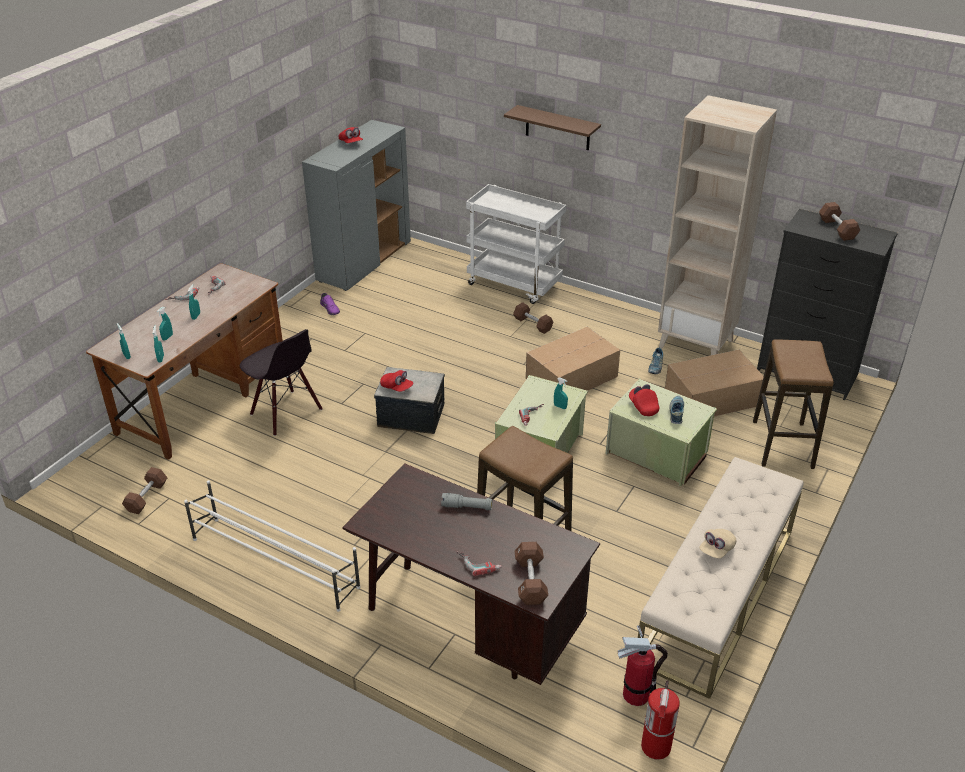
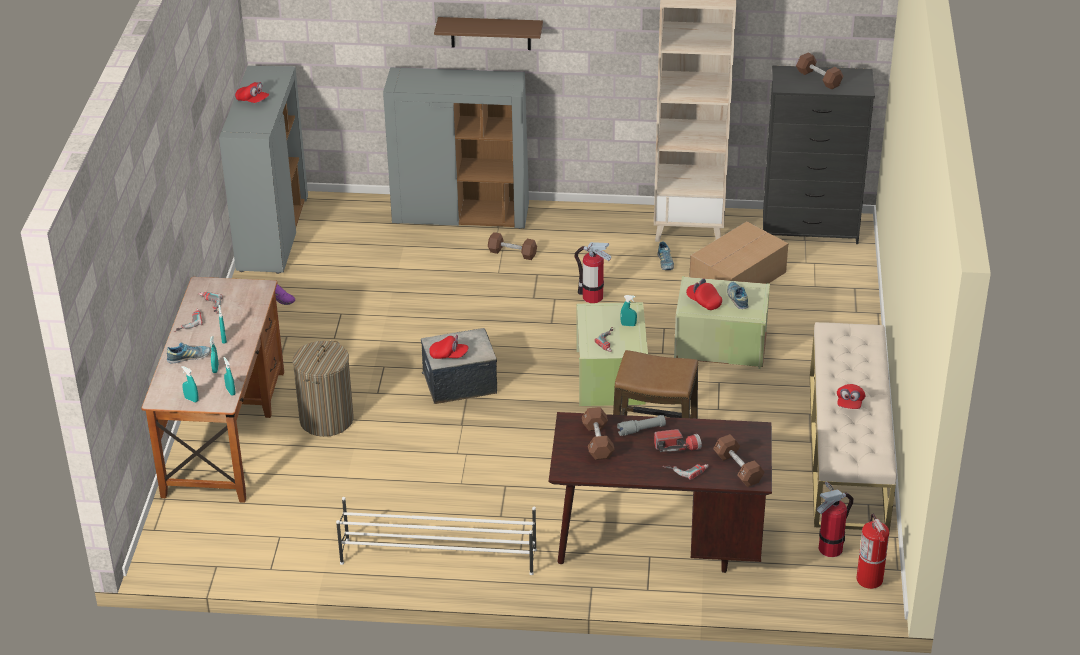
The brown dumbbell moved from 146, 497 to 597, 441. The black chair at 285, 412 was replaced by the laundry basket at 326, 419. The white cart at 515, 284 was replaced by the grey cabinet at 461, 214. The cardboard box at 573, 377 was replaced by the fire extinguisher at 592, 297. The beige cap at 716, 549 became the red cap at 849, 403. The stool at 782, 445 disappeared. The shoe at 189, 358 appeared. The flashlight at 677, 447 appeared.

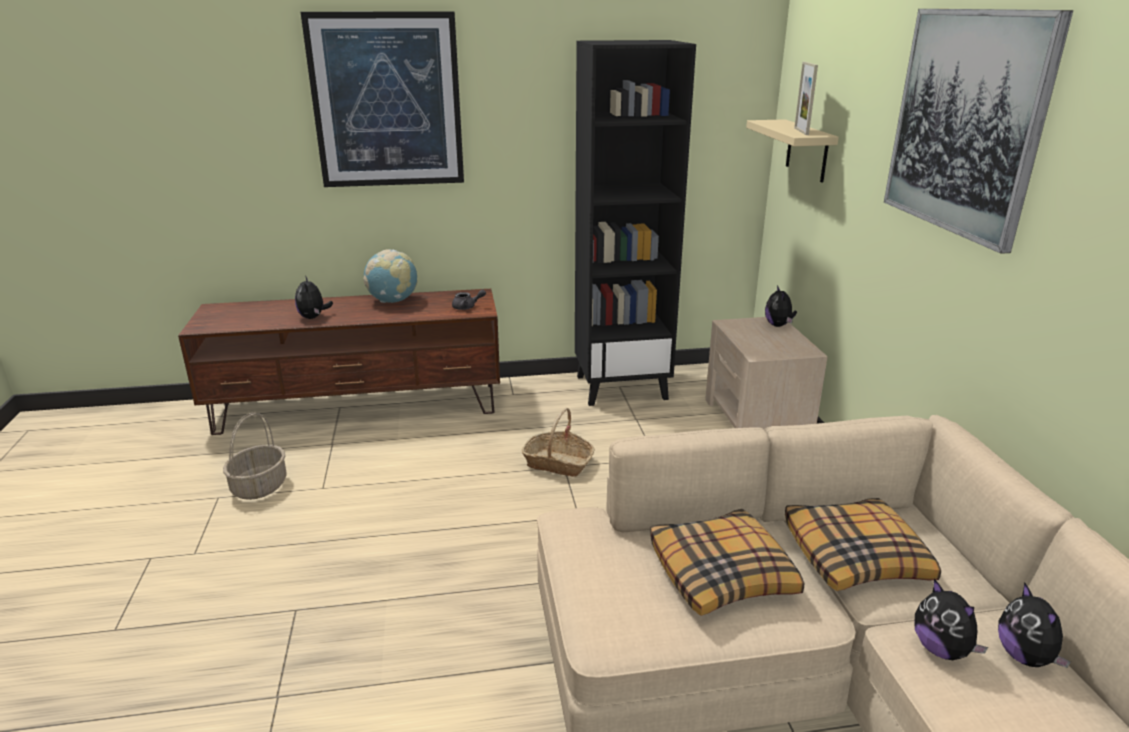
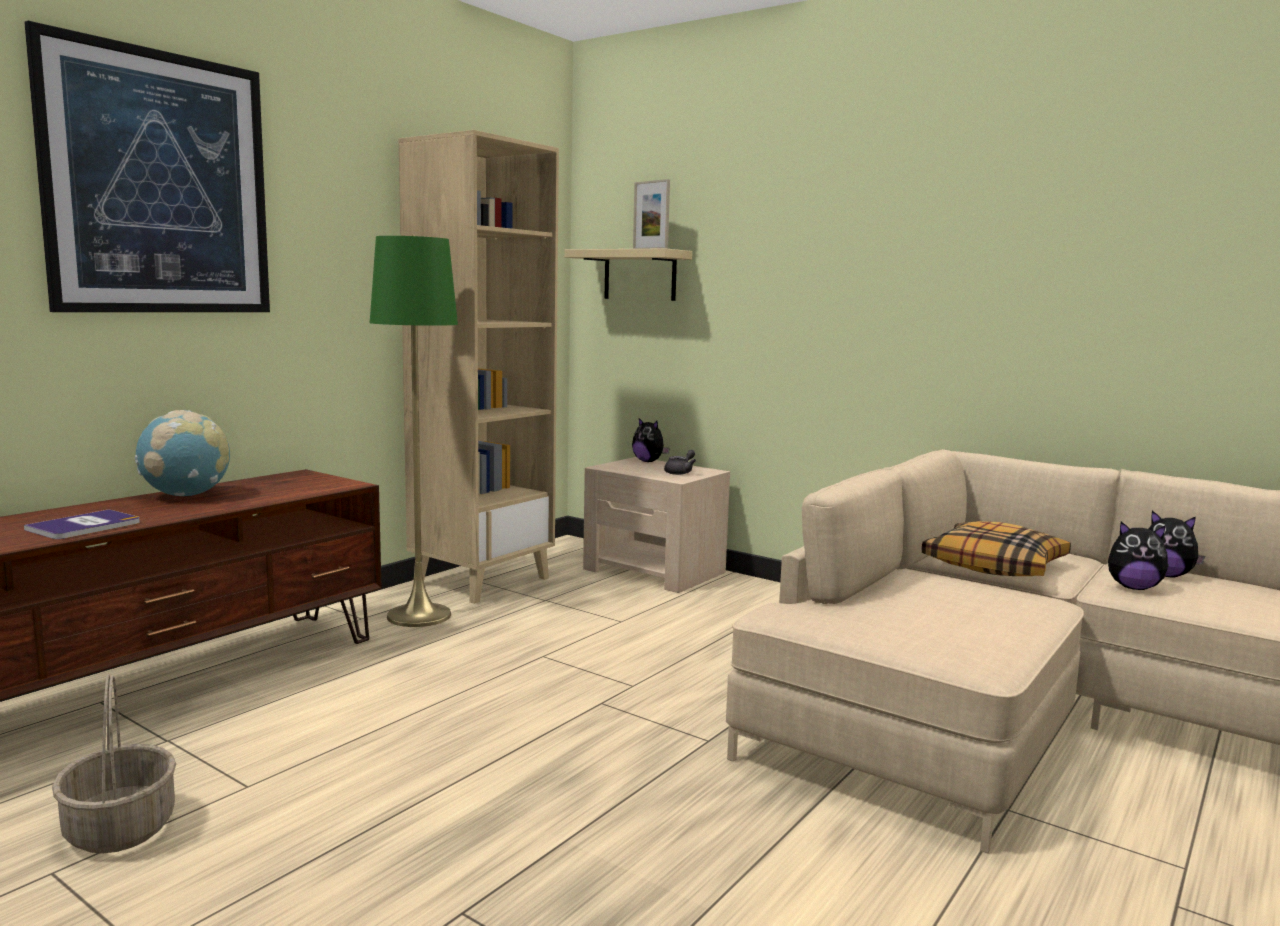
The plush toy at 313, 317 was replaced by the book at 84, 526. The grey teapot moved from 467, 307 to 680, 472. The basket at 558, 463 disappeared. The black bookcase at 622, 387 became the beige bookcase at 482, 581. The pillow at 722, 573 disappeared. The picture at 966, 123 disappeared. The green floor lamp at 419, 615 appeared.

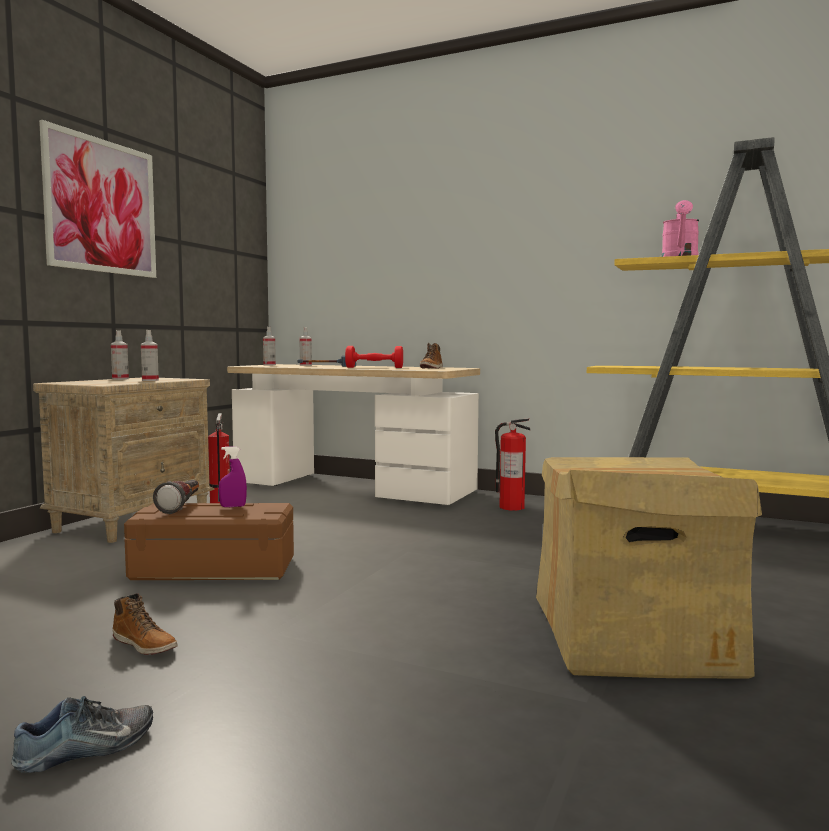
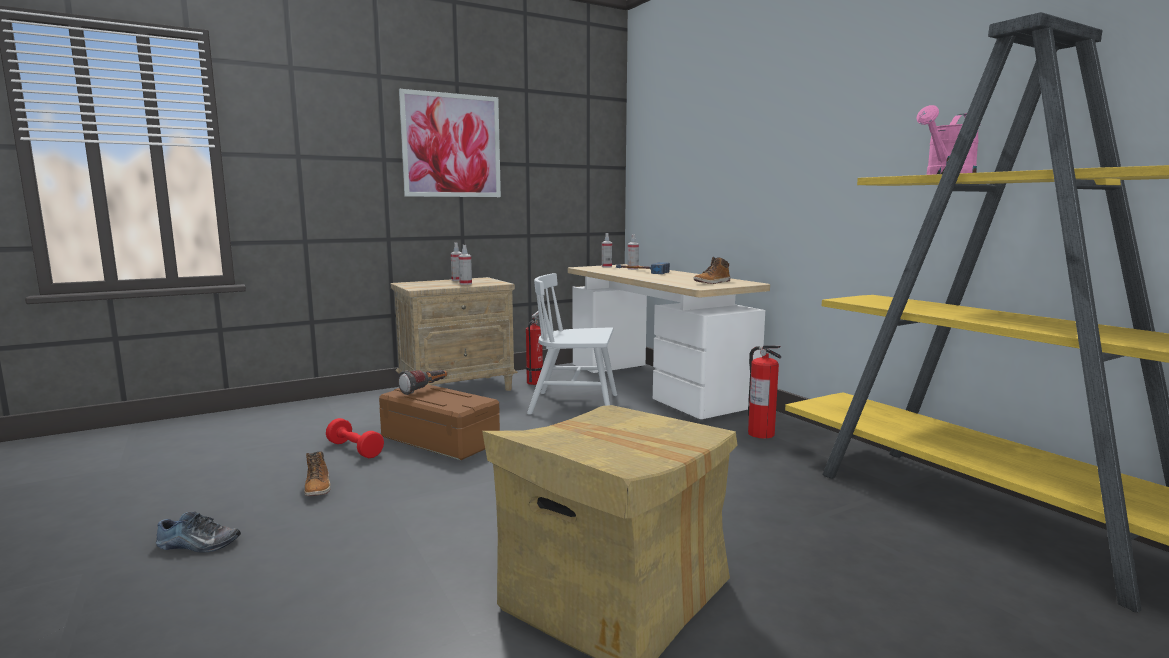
The purple spray bottle at 233, 506 disappeared. The red dumbbell moved from 374, 367 to 355, 449. The white chair at 574, 404 appeared.

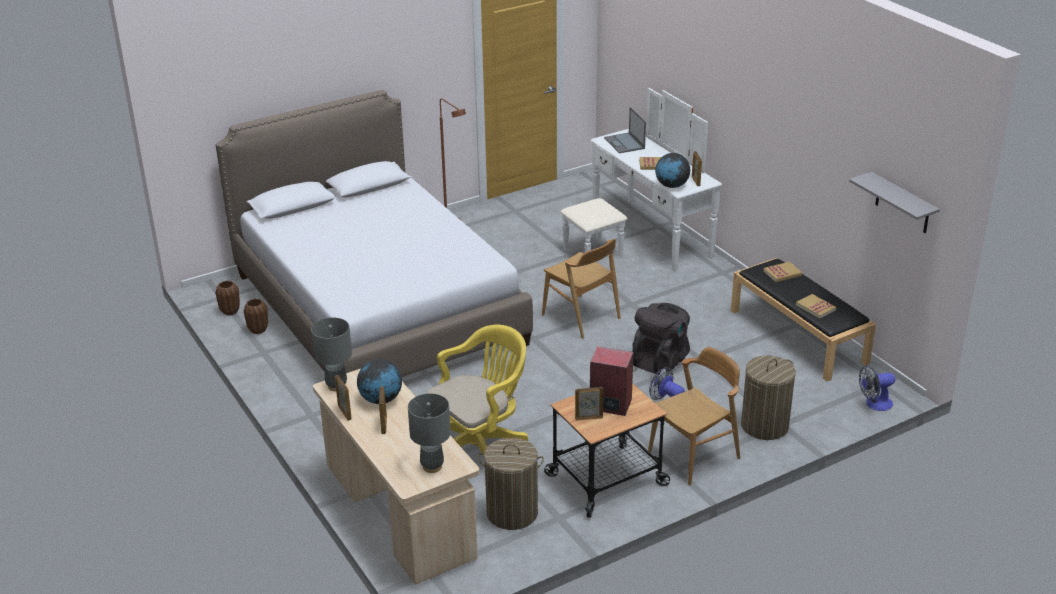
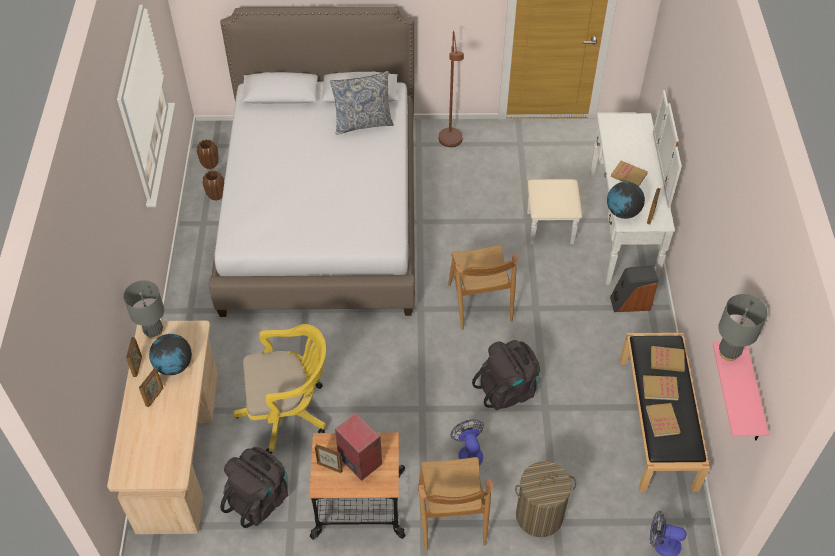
The grey table lamp moved from 432, 466 to 728, 353. The laundry basket at 512, 513 was replaced by the black backpack at 260, 498. The laptop at 624, 143 disappeared. The brown chair at 694, 456 turned 90 degrees clockwise. The grey shelf at 902, 204 became the pink shelf at 753, 396. The pillow at 363, 123 appeared. The speaker at 630, 303 appeared. The book at 660, 388 appeared.

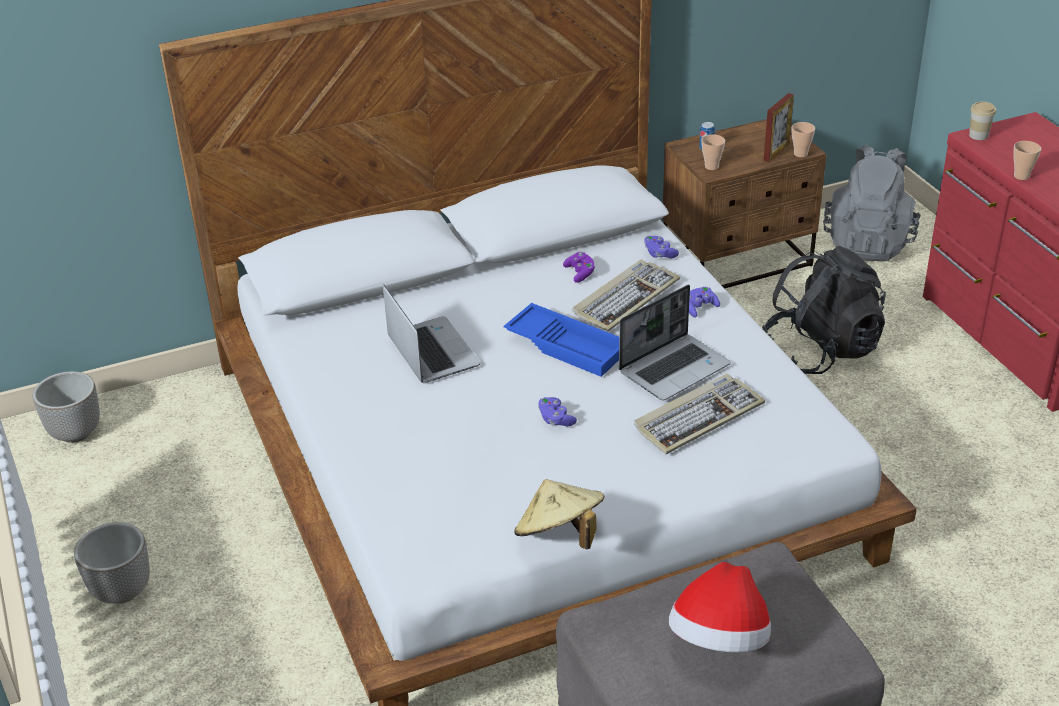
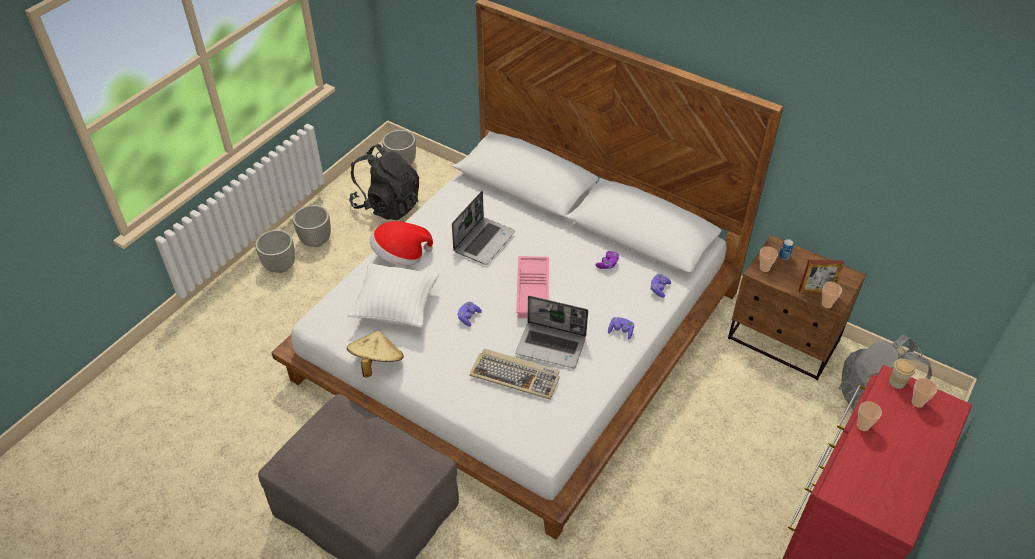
The blue tray at 568, 345 became the pink tray at 534, 291. The keyboard at 625, 298 disappeared. The hat moved from 720, 640 to 400, 256. The black backpack moved from 821, 350 to 387, 205. The planter at 280, 266 appeared. The white pillow at 396, 308 appeared. The cup at 917, 402 appeared.

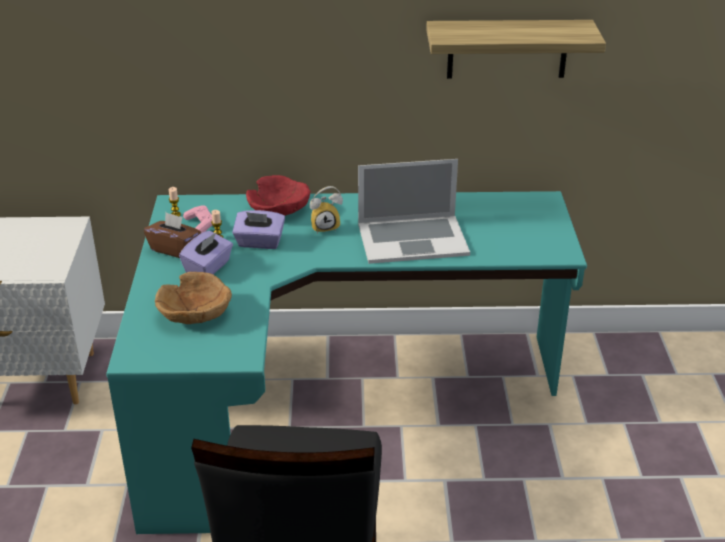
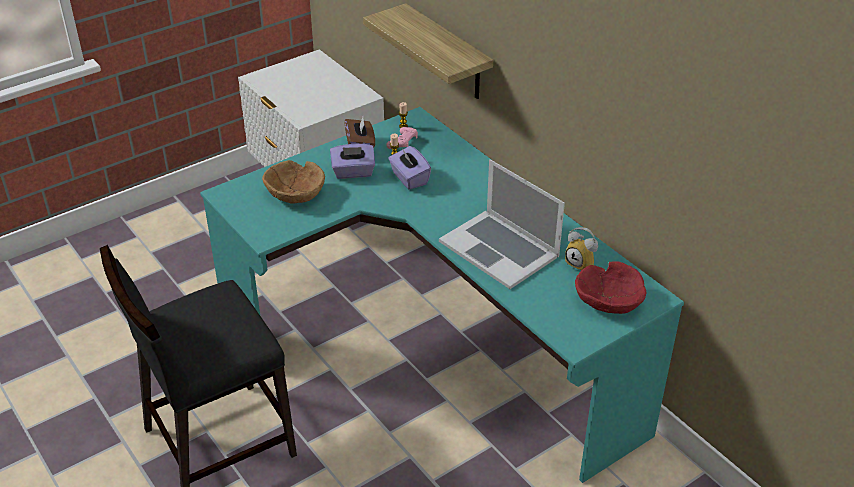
The red bowl moved from 279, 209 to 609, 301. The alarm clock moved from 325, 227 to 582, 264. The shelf moved from 507, 49 to 447, 53.

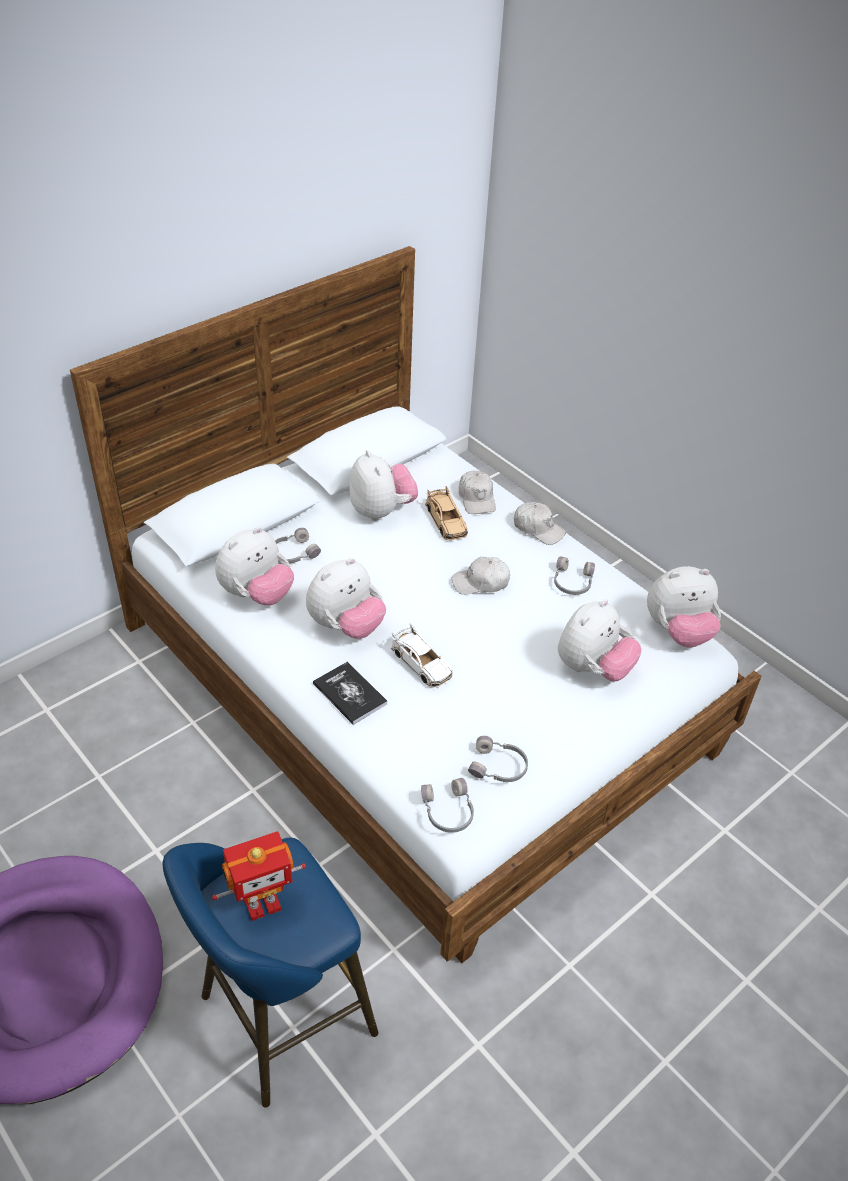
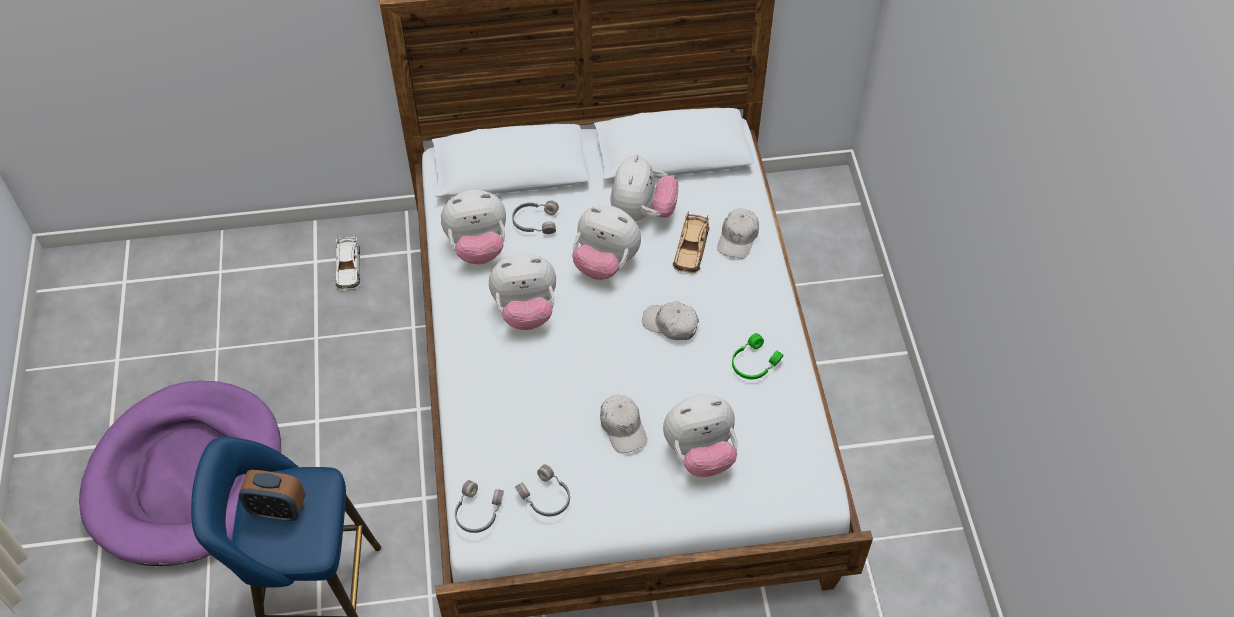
The toy robot at 263, 905 was replaced by the alarm clock at 278, 509. The book at 350, 694 disappeared. The white toy car moved from 421, 663 to 348, 268. The white cap moved from 538, 528 to 623, 427. The grey headphones at 571, 582 became the green headphones at 753, 363. The plush toy moved from 678, 631 to 605, 263.

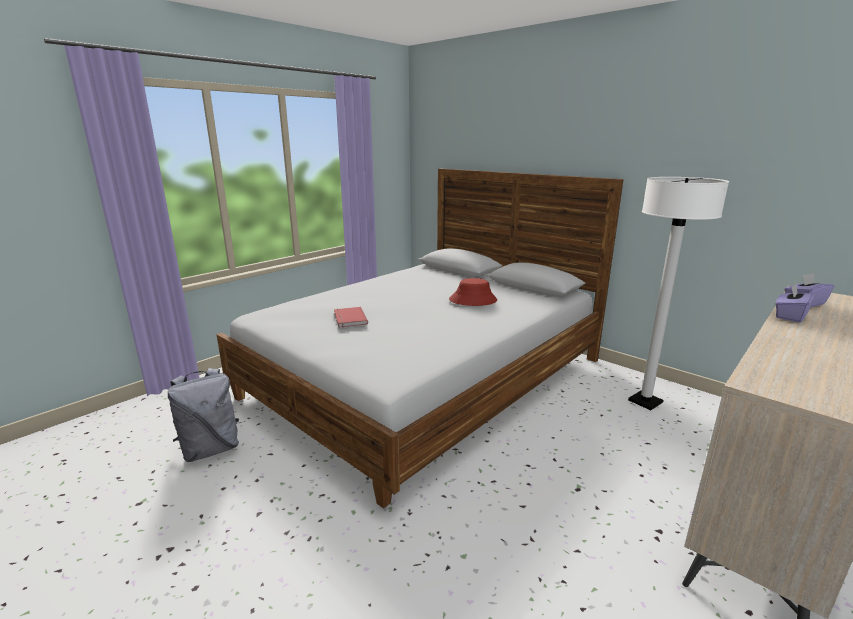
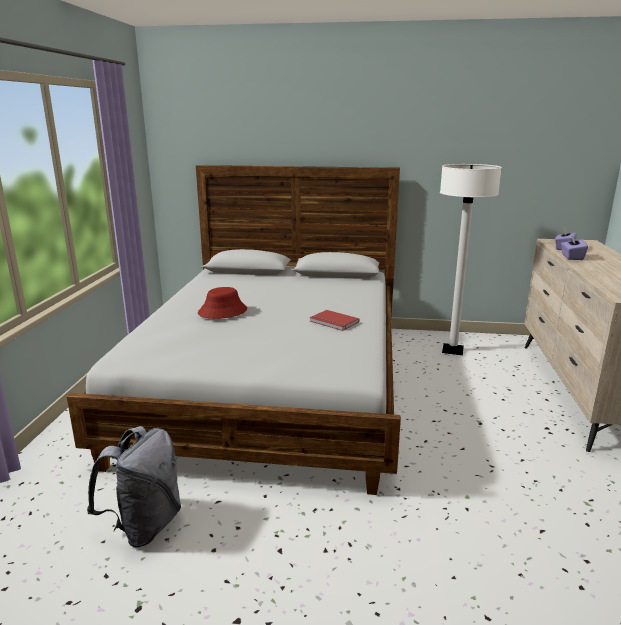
The red book moved from 349, 319 to 333, 322. The red hat moved from 473, 300 to 222, 311.

